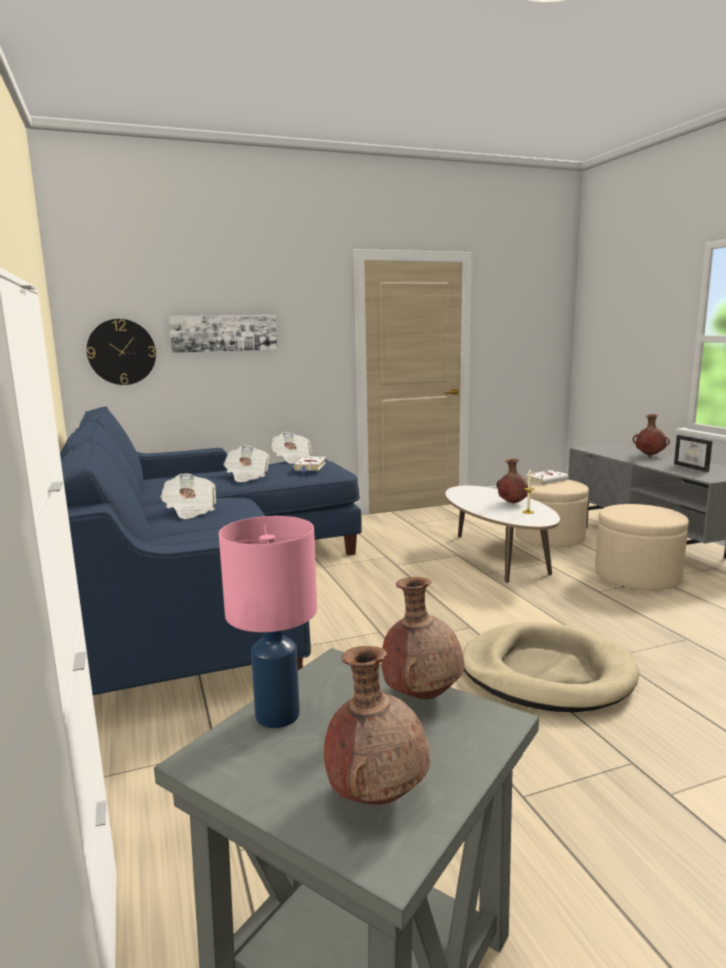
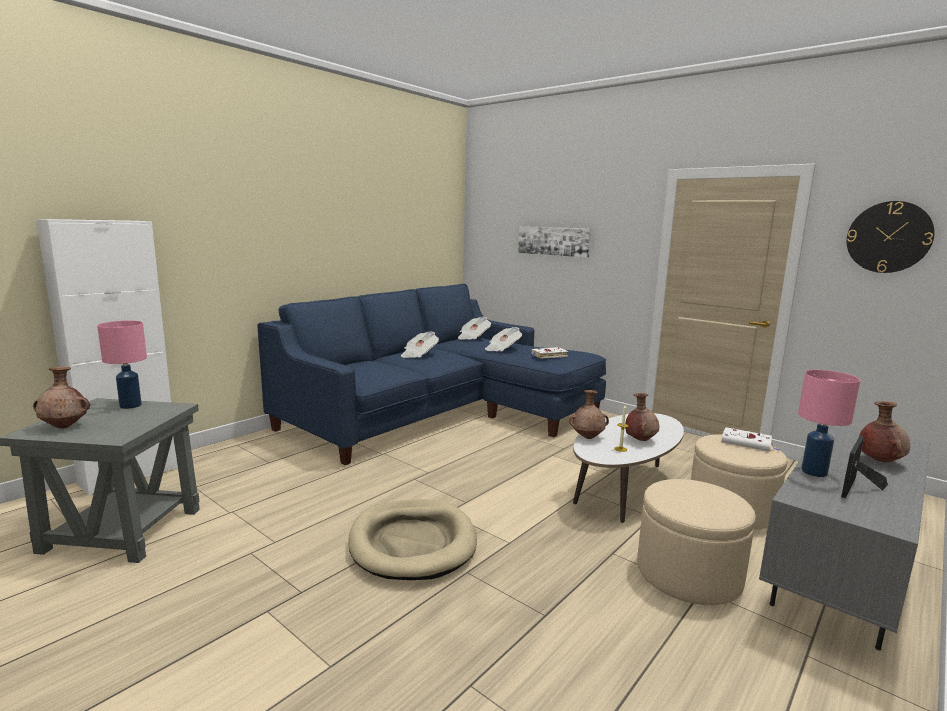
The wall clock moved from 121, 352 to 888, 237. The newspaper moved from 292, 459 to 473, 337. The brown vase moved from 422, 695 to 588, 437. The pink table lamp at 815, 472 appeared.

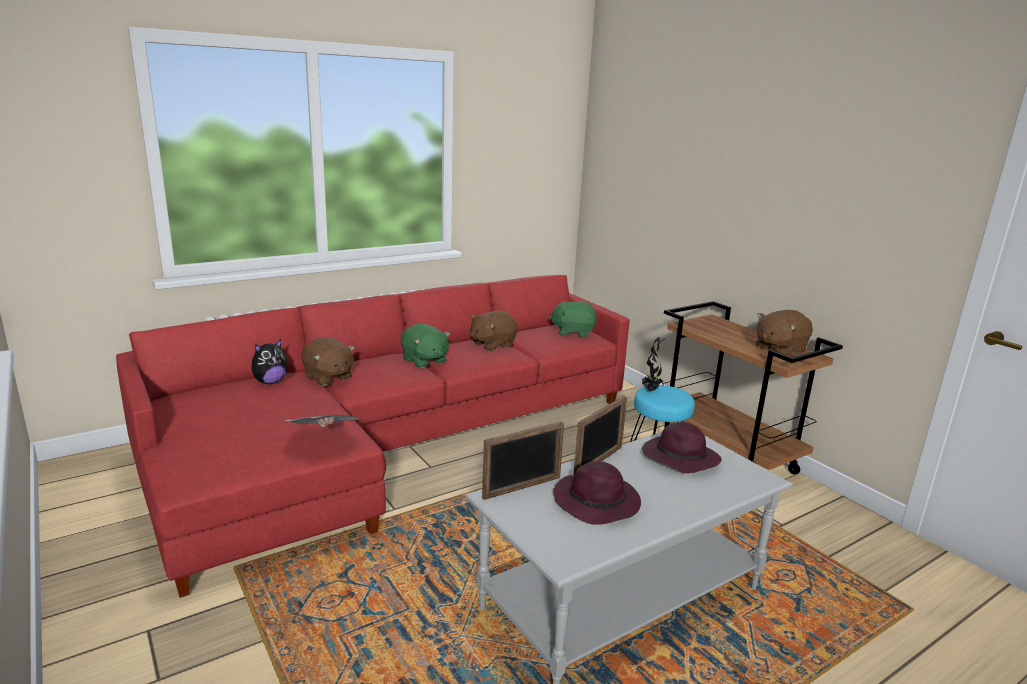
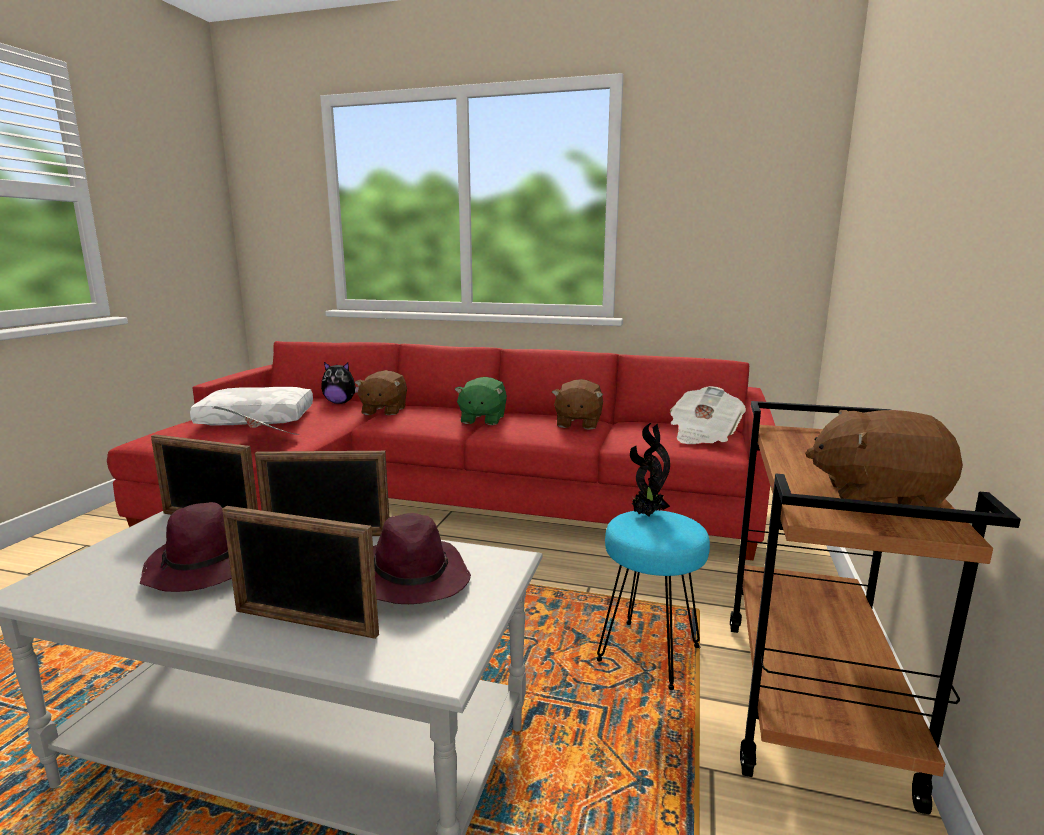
The brown plush toy at 492, 344 turned 90 degrees counterclockwise. The green plush toy at 573, 332 was replaced by the newspaper at 702, 435. The white pillow at 258, 418 appeared. The picture frame at 304, 623 appeared.

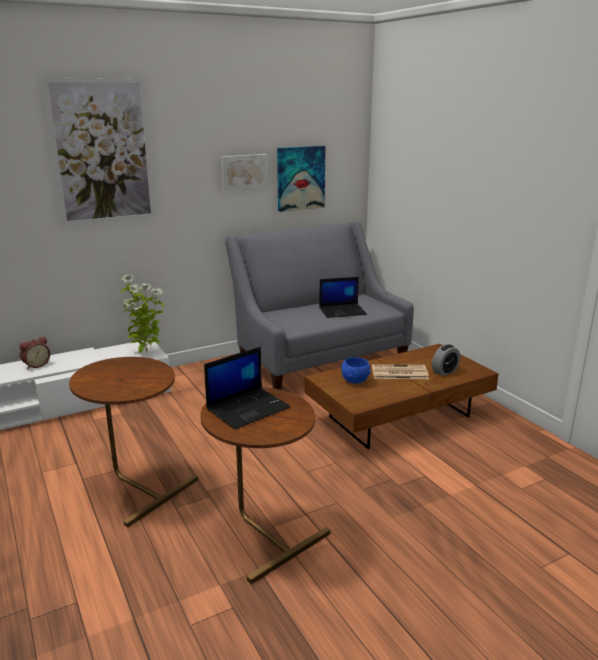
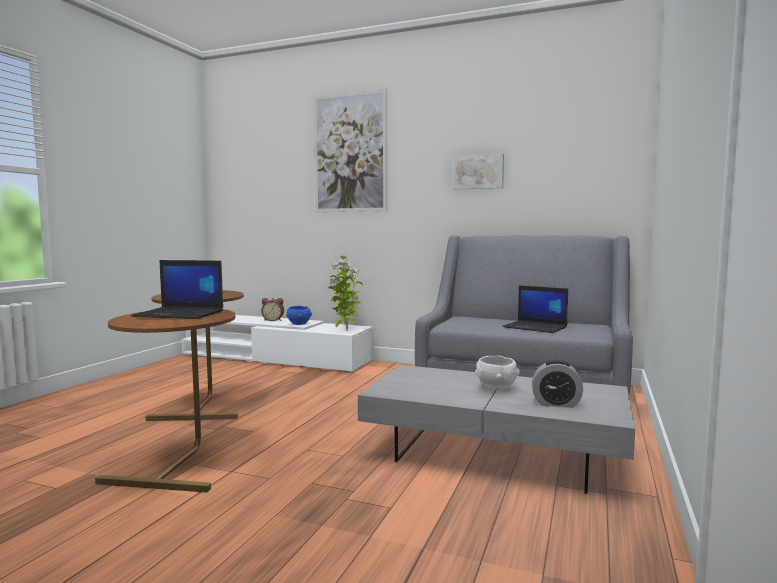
The picture at 300, 178 disappeared. The brown coffee table at 399, 416 became the grey coffee table at 495, 455. The blue bowl moved from 355, 381 to 298, 324. The newspaper at 398, 373 was replaced by the white bowl at 495, 388.

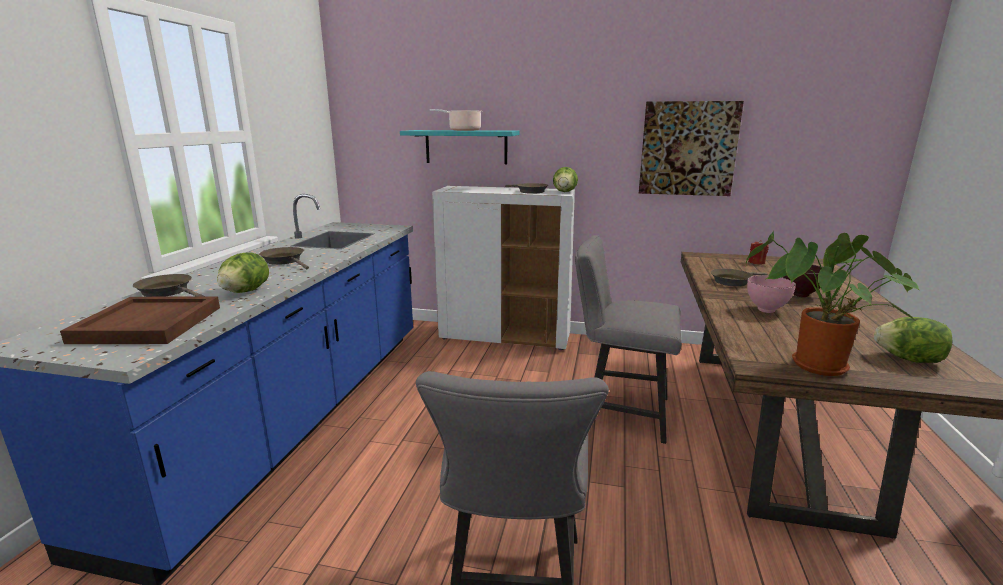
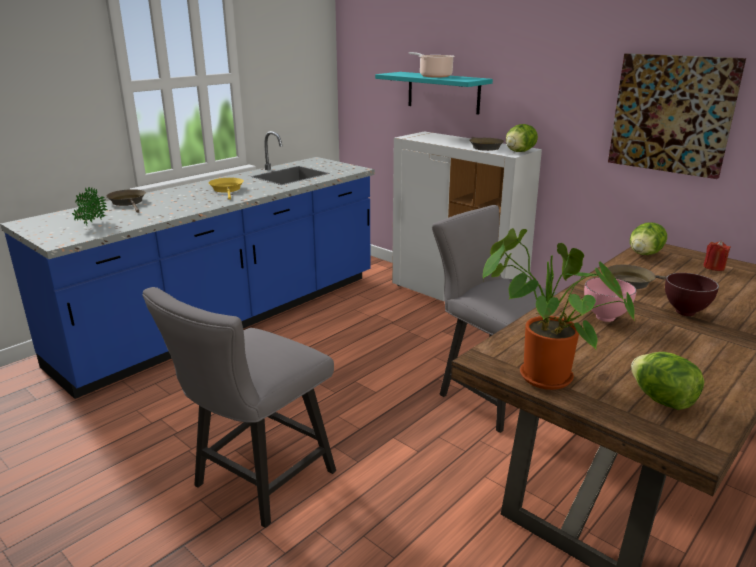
The brown tray at 149, 325 was replaced by the potted plant at 90, 224. The lettuce moved from 245, 291 to 644, 254. The brown frying pan at 285, 261 became the yellow frying pan at 227, 190.

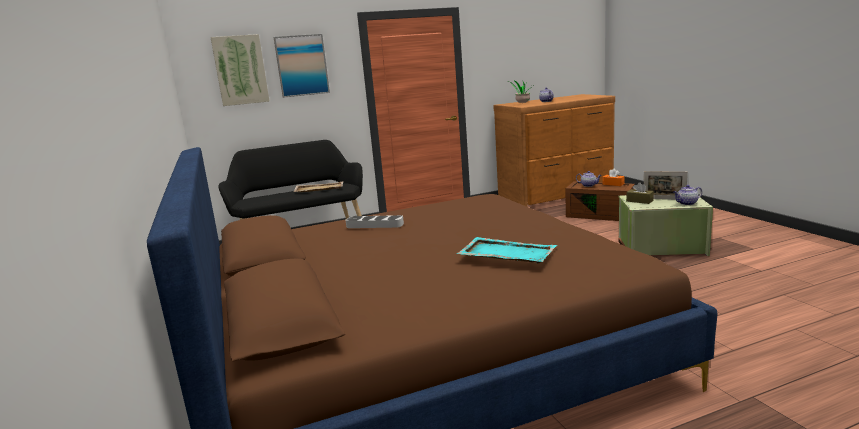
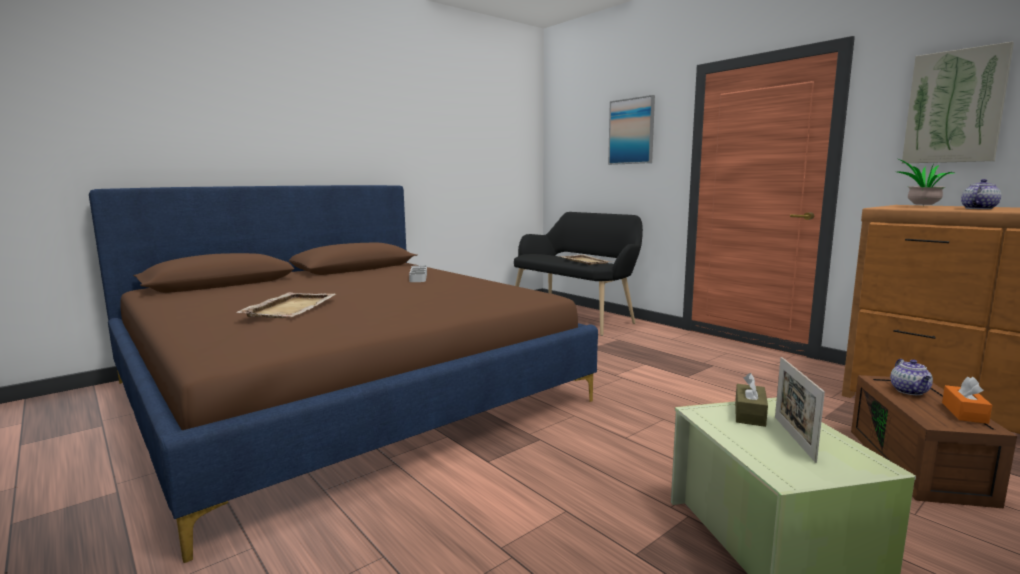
The picture moved from 240, 70 to 954, 107. The turquoise tray at 506, 253 became the beige tray at 291, 307. The teapot at 686, 203 disappeared.

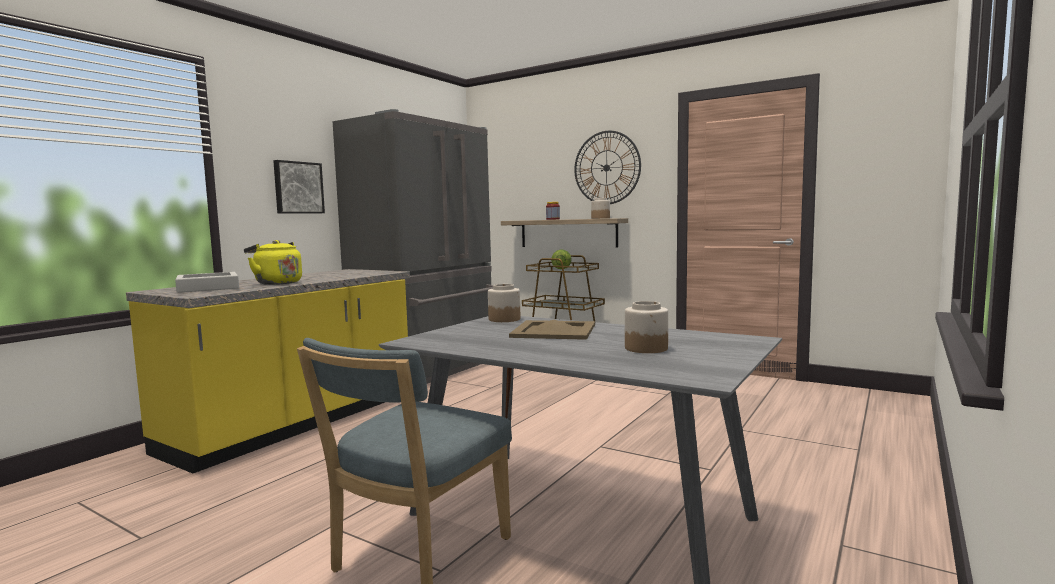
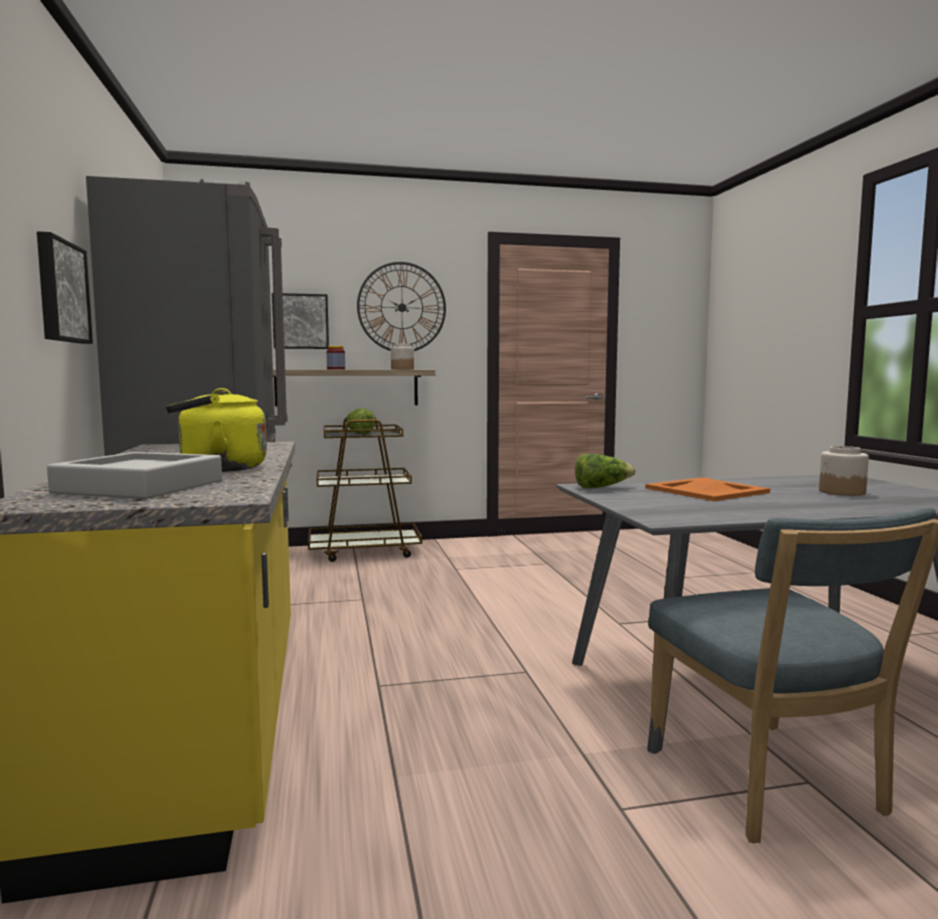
The jar at 504, 319 was replaced by the lettuce at 601, 487. The beige tray at 554, 331 became the orange tray at 707, 490. The picture at 300, 321 appeared.

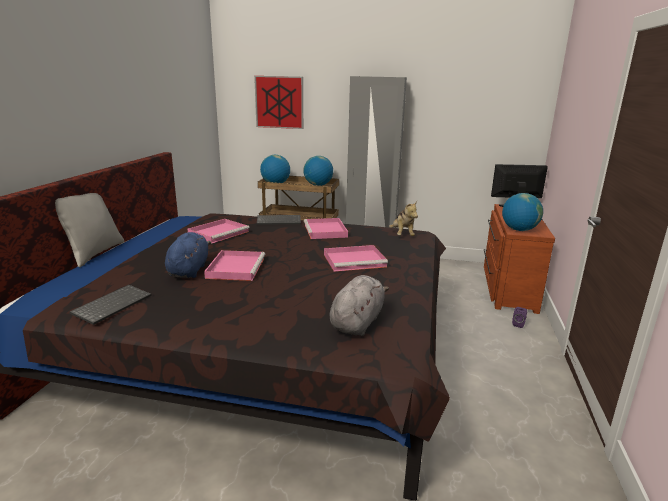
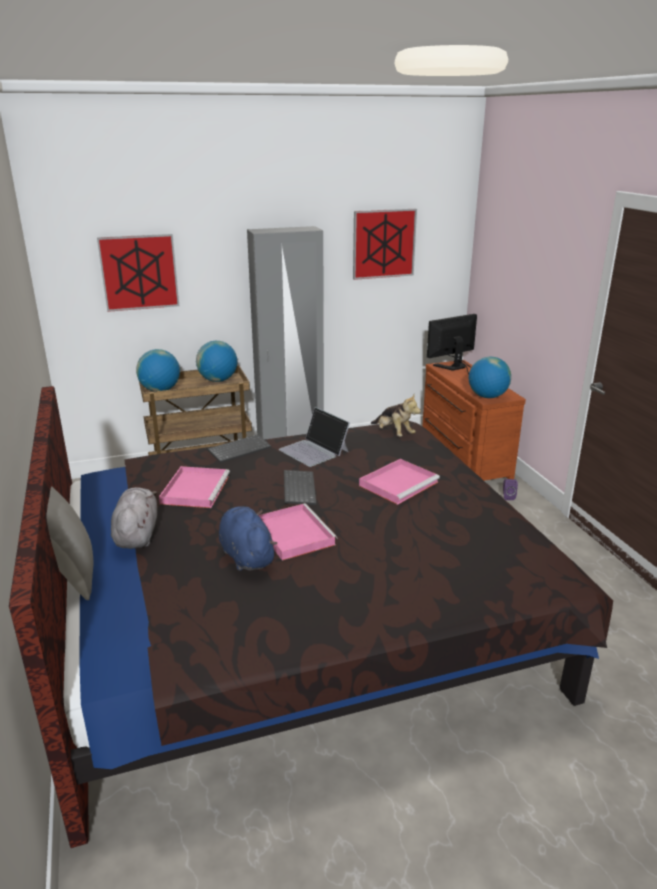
The keyboard moved from 112, 305 to 298, 488. The pink tray at 326, 231 was replaced by the laptop at 314, 450. The grey plush toy moved from 357, 322 to 137, 534. The picture at 384, 244 appeared.

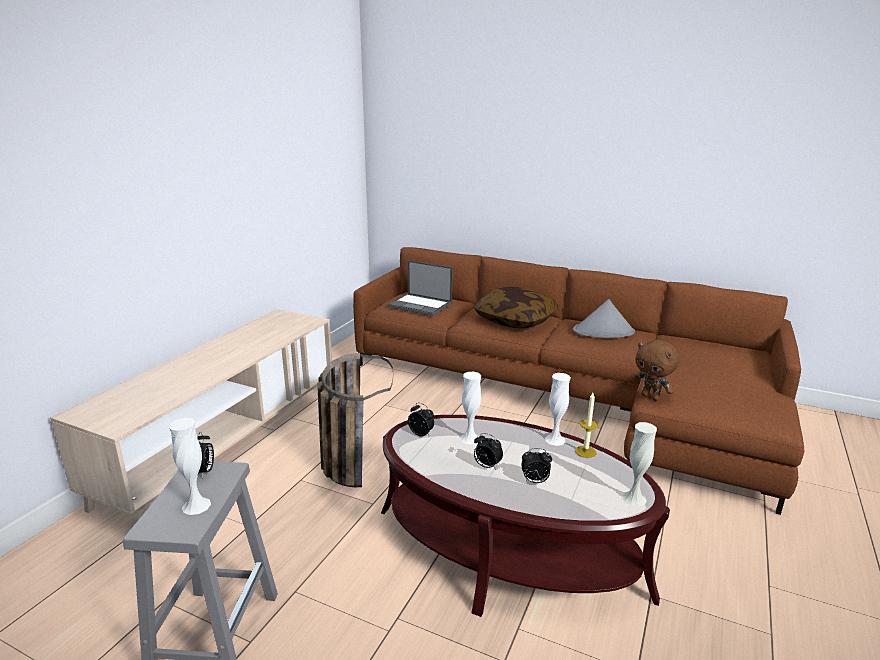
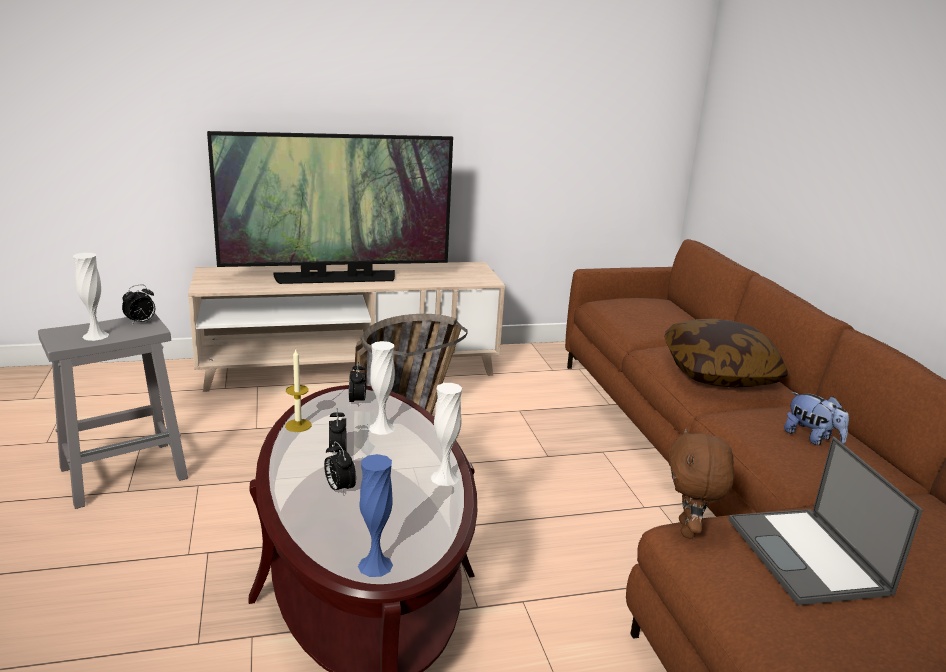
The laptop moved from 421, 305 to 808, 557. The grey hat at 603, 332 was replaced by the plush toy at 812, 438. The candle moved from 585, 452 to 298, 425. The white vase at 634, 498 became the blue vase at 375, 565. The television at 336, 278 appeared.

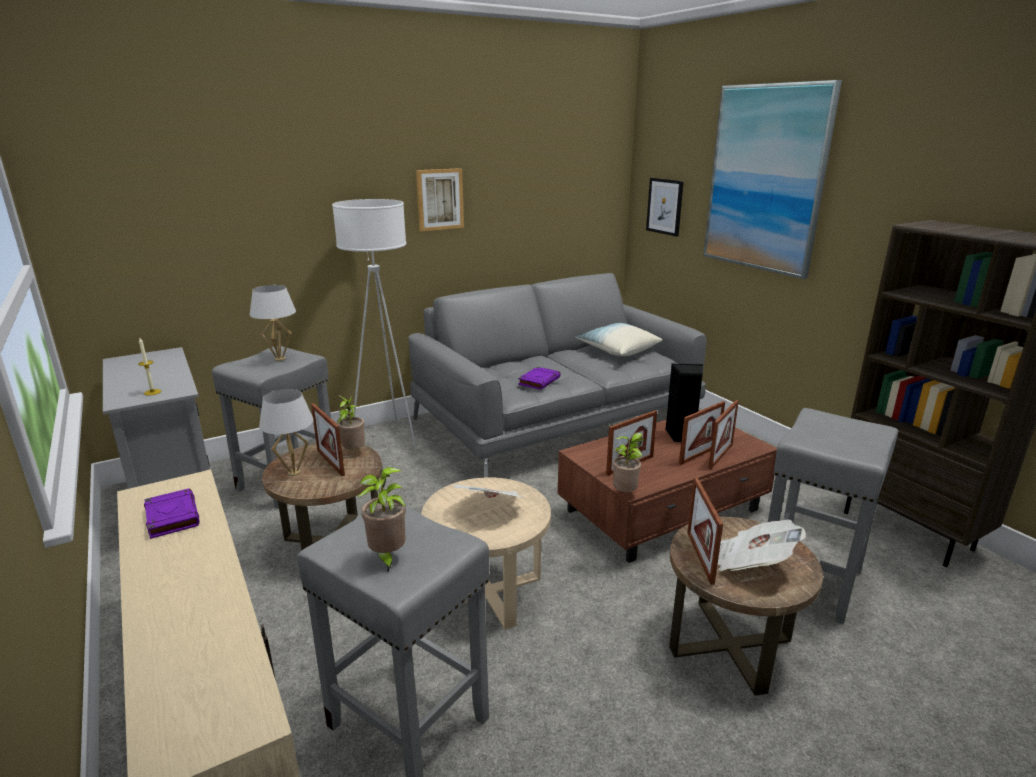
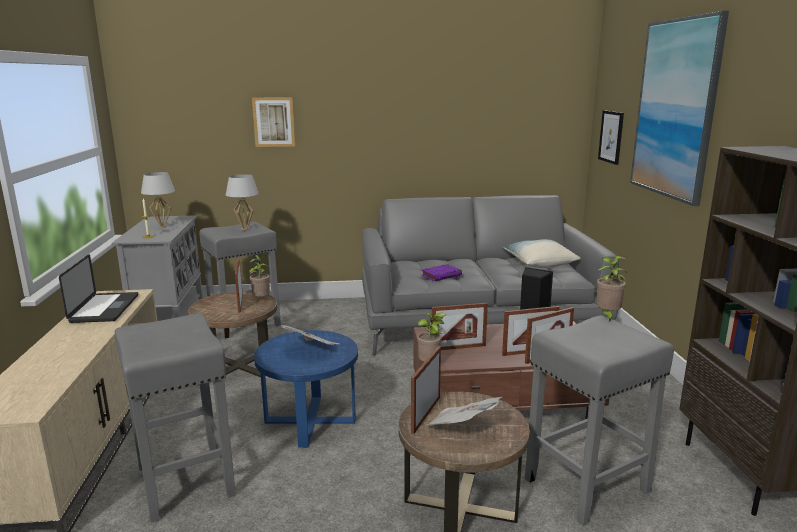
The purple book at 172, 517 was replaced by the laptop at 105, 308. The white table lamp moved from 294, 472 to 162, 226. The white floor lamp at 388, 439 disappeared. The potted plant moved from 387, 557 to 607, 316. The picture moved from 439, 199 to 274, 122. The beige side table at 488, 591 became the blue side table at 310, 421.

